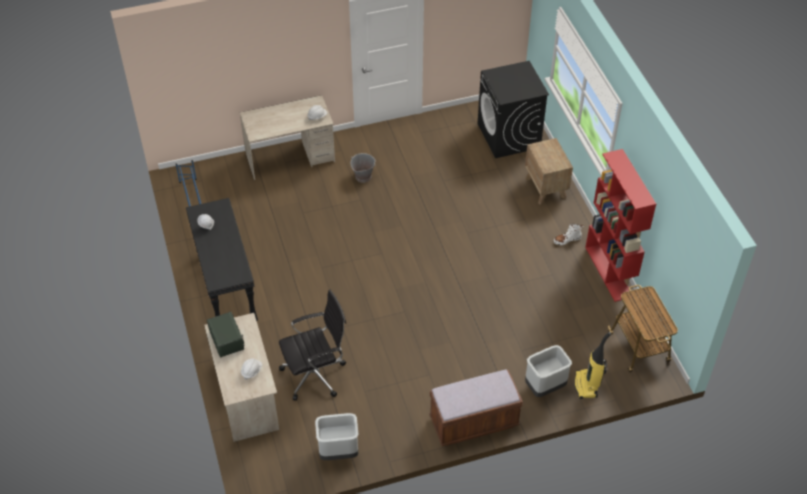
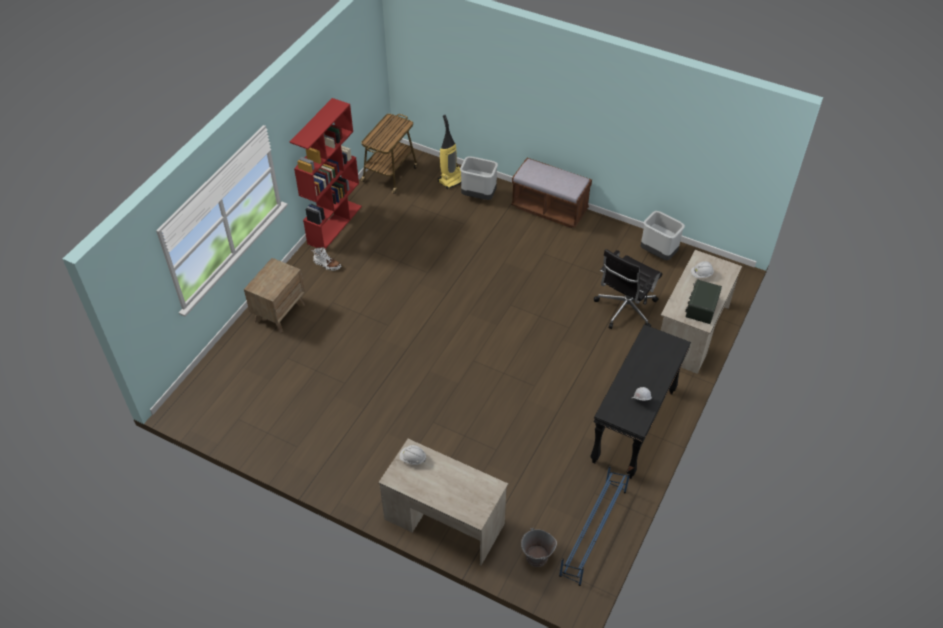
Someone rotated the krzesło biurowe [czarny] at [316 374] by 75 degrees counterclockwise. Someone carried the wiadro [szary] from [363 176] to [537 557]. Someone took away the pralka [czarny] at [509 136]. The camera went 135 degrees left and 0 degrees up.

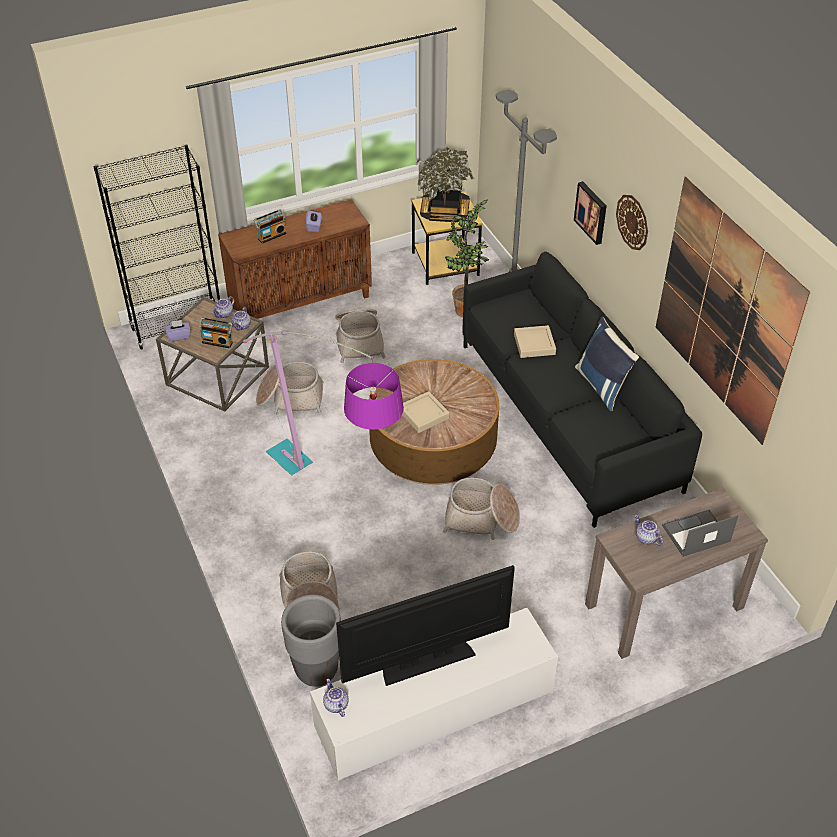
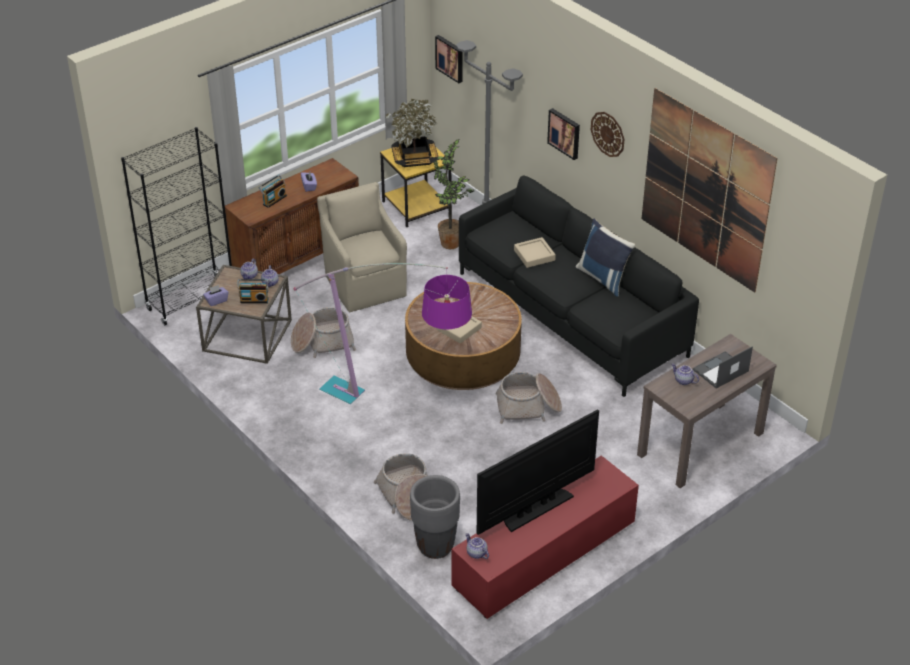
Someone repainted the szafka pod telewizor [biały] at [433 712], which became the szafka pod telewizor [czerwony] at [544 556]. Someone swapped the koszyk at [359 340] for the fotel [beżowy] at [365 284]. Someone put up the obraz at [450 58]. The camera went 15 degrees left and 5 degrees down.

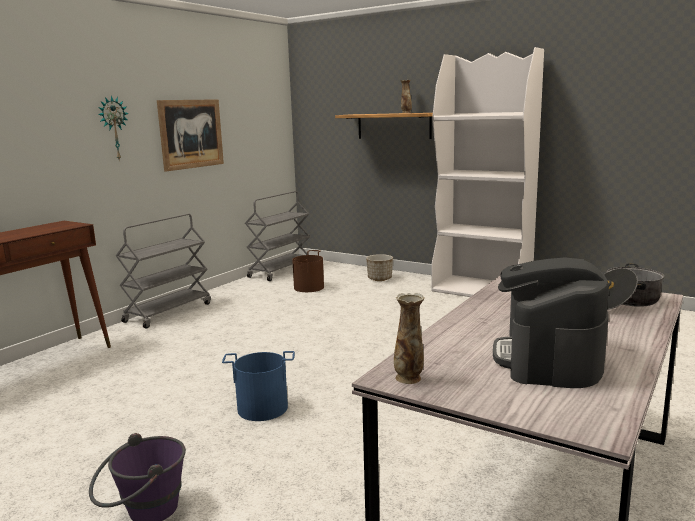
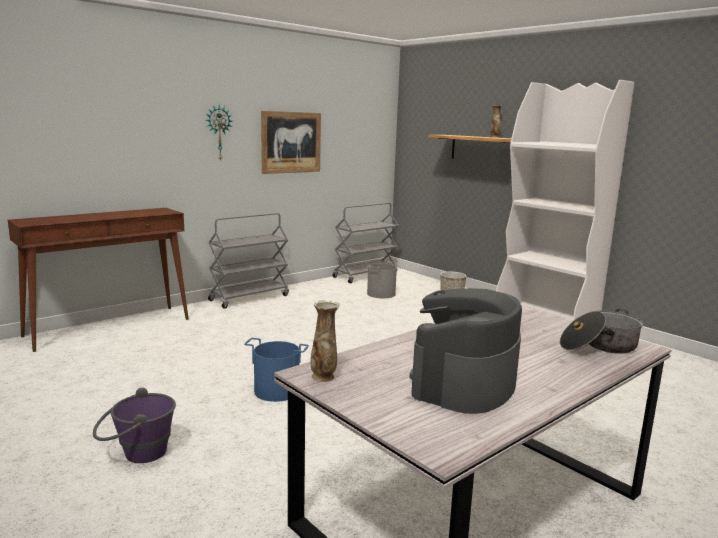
Someone repainted the wiadro [brązowy] at [309 287], which became the wiadro [szary] at [381 294]. The camera went 15 degrees right and 0 degrees up.

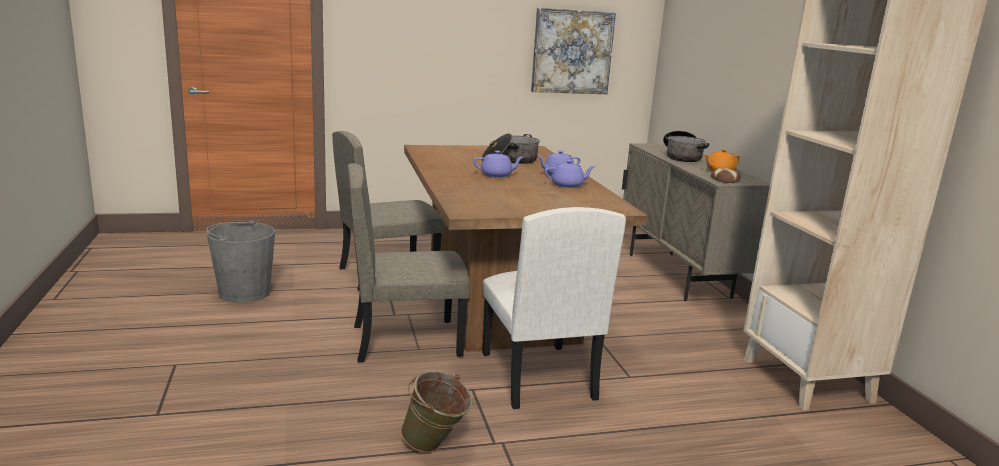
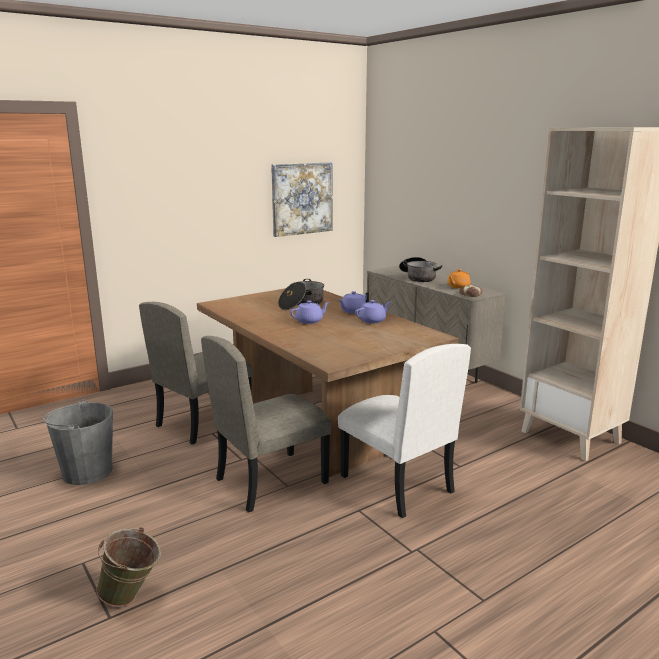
Someone carried the wiadro [zielony] from [435 447] to [132 597]. The camera went 20 degrees left and 0 degrees up.

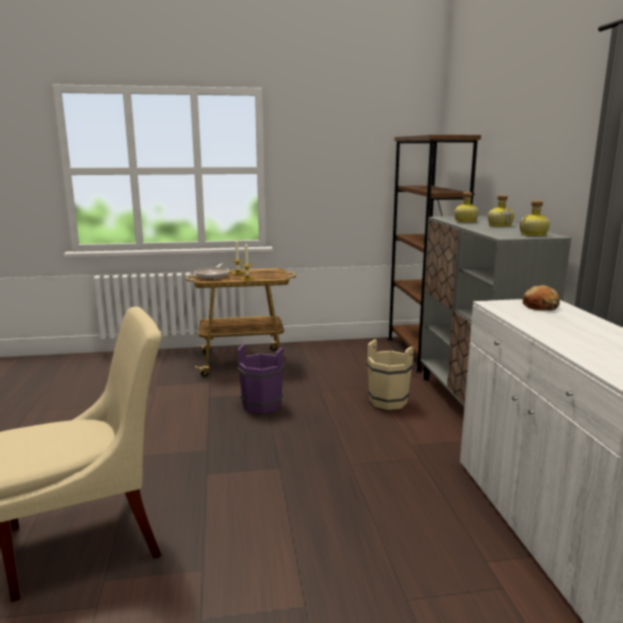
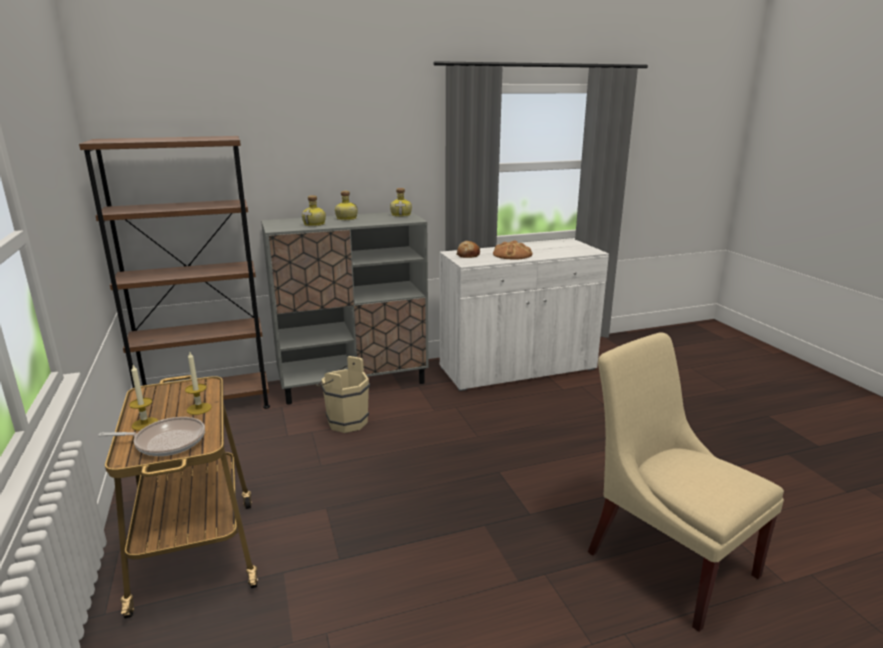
Someone took away the wiadro [fioletowy] at [263 404]. Someone put down the chleb at [512 255]. The camera went 100 degrees left and 5 degrees up.

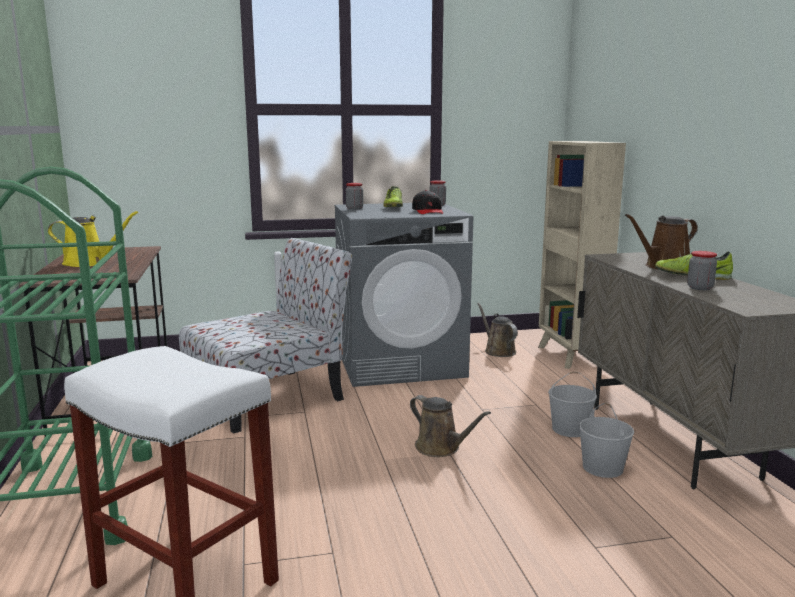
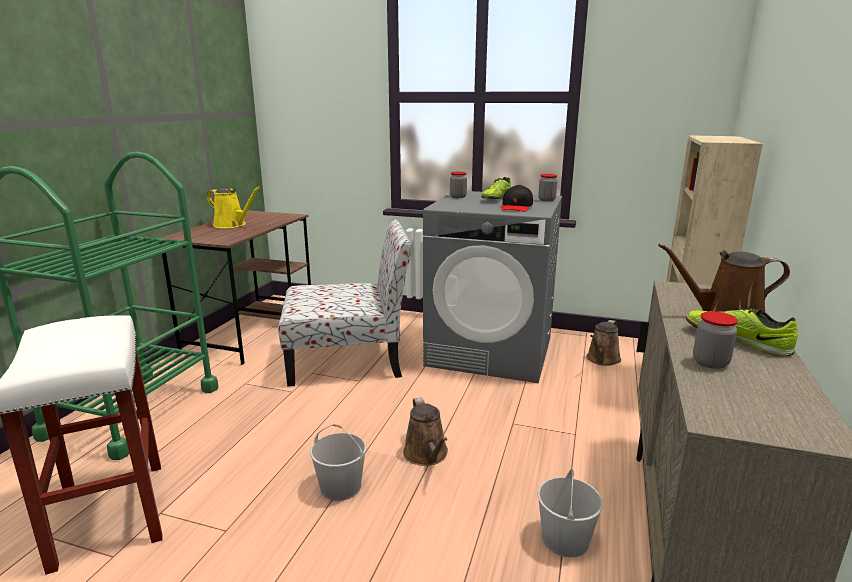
Someone rotated the konewka [brązowy] at [498 351] by 150 degrees counterclockwise. Someone carried the wiadro [biały] from [570 429] to [341 486]. The camera went 30 degrees right and 5 degrees up.

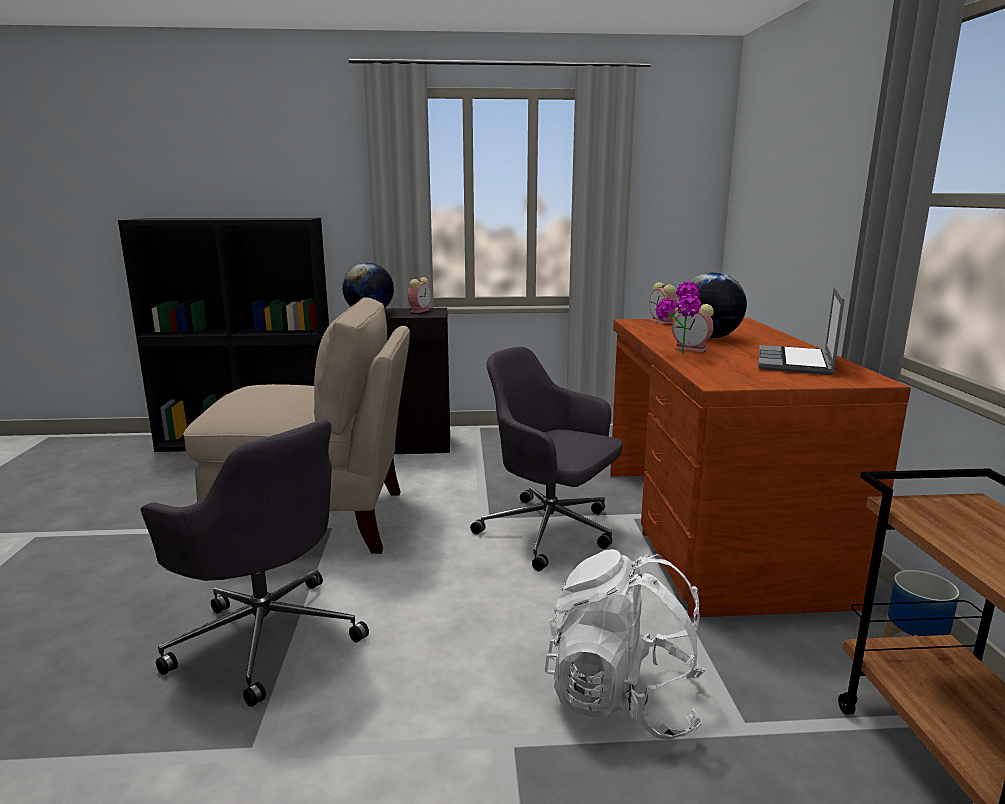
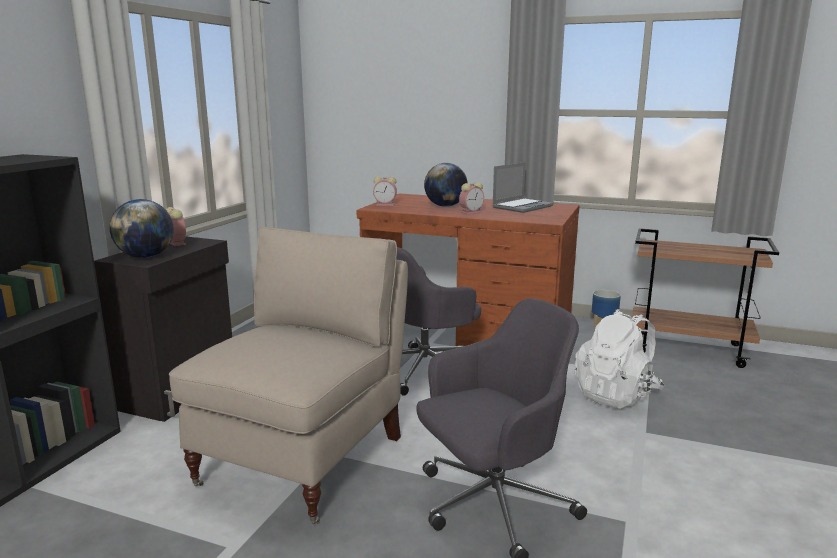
Someone took away the roślina doniczkowa at [677 356]. Someone rotated the laptop at [796 363] by 90 degrees counterclockwise. The camera went 65 degrees left and 0 degrees up.

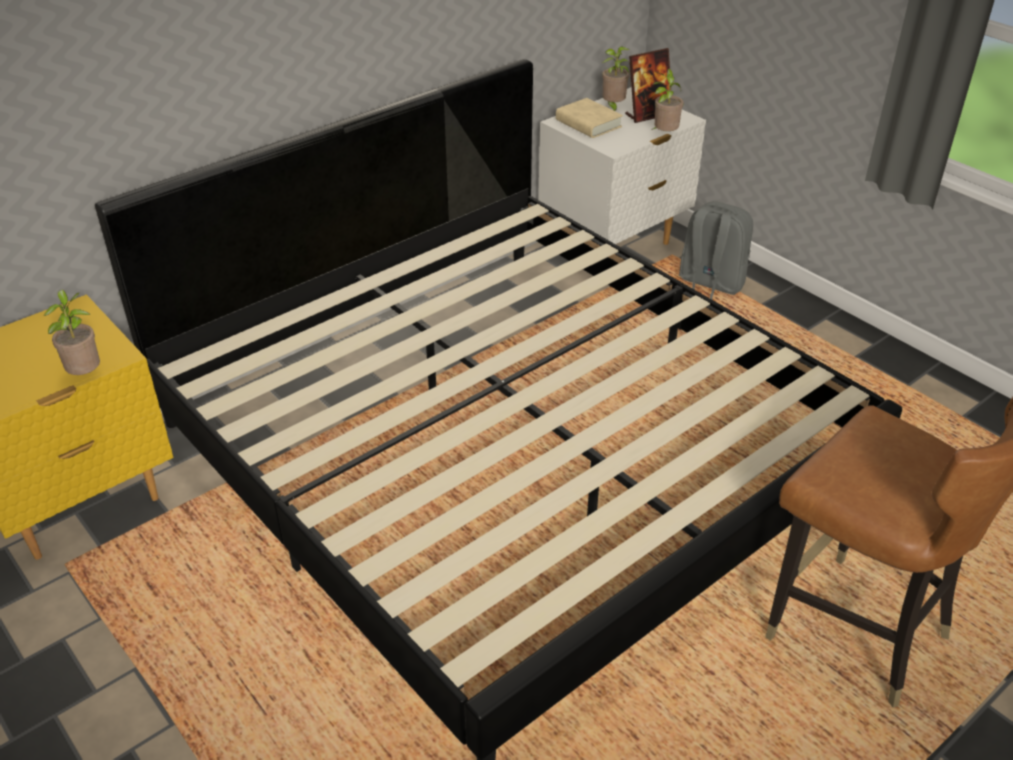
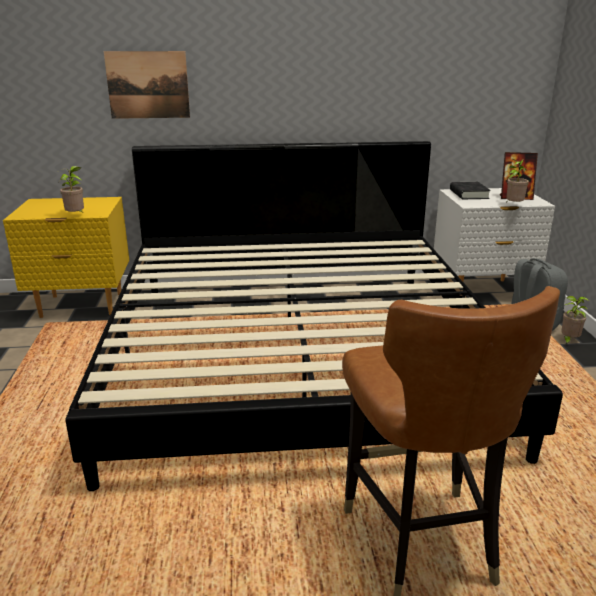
Someone repainted the książka [beżowy] at [588 123], which became the książka [czarny] at [468 194]. Someone carried the roślina doniczkowa from [613 107] to [568 340]. Someone put up the obraz at [148 85]. The camera went 35 degrees right and 15 degrees down.

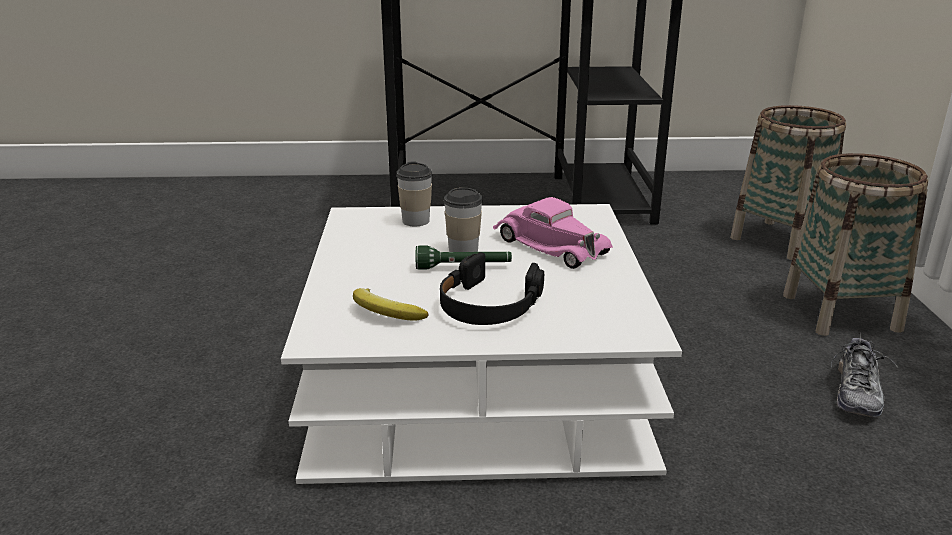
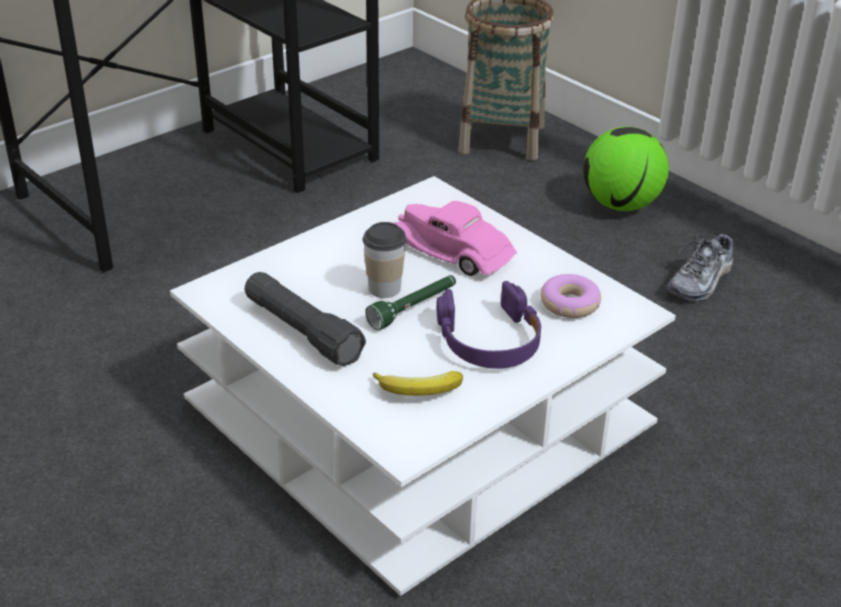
Someone took away the filiżanka at [416 221]. Someone repainted the słuchawki [czarny] at [488 305], which became the słuchawki [fioletowy] at [490 340]. Someone rotated the samochodzik [różowy] at [549 245] by 150 degrees counterclockwise. Someone swapped the koszyk at [841 312] for the piłka futbolowa at [621 204]. Someone rotated the but at [856 393] by 60 degrees clockwise. Someone put down the latarka [czarny] at [302 332]. Someone put down the donut at [569 304]. The camera went 40 degrees left and 10 degrees up.

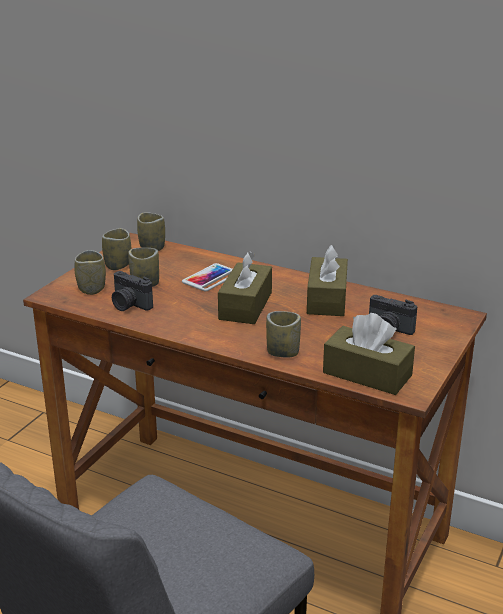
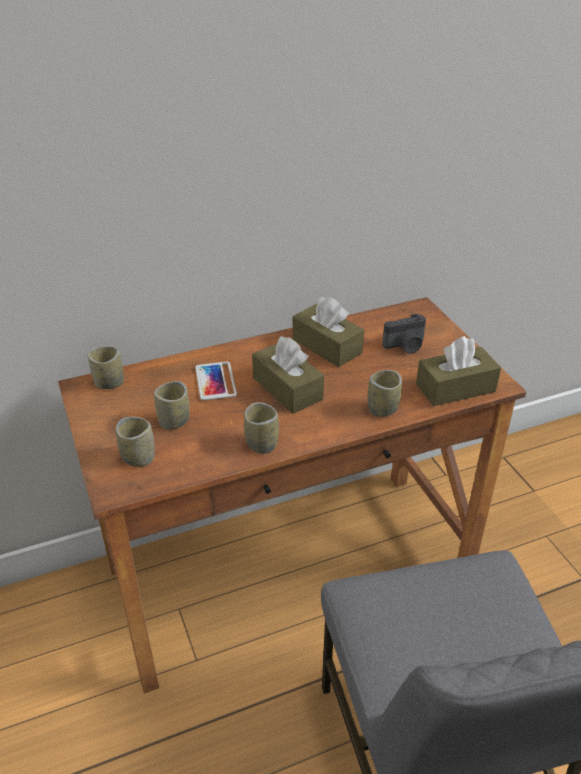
Someone carried the filiżanka from [118 265] to [261 444]. Someone took away the aparat fotograficzny at [129 305]. The camera went 50 degrees left and 10 degrees up.

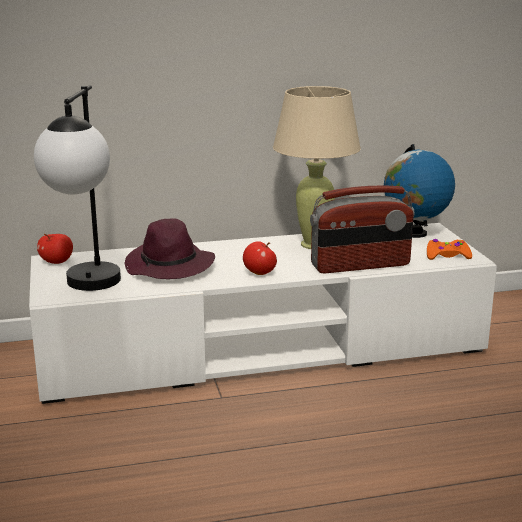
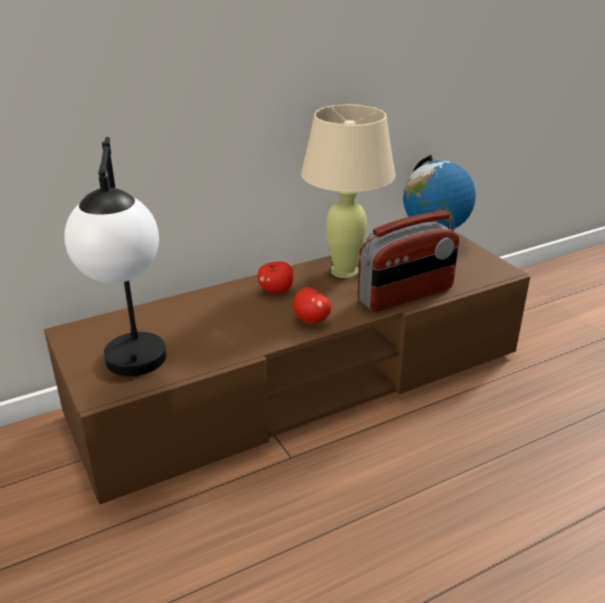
Someone repainted the szafka pod telewizor [biały] at [261 348], which became the szafka pod telewizor [brązowy] at [302 384]. Someone carried the jabłko from [57 262] to [276 290]. Someone took away the kapelusz [fioletowy] at [170 266]. Someone took away the pad do gier [pomarańczowy] at [447 256]. The camera went 15 degrees left and 10 degrees up.

